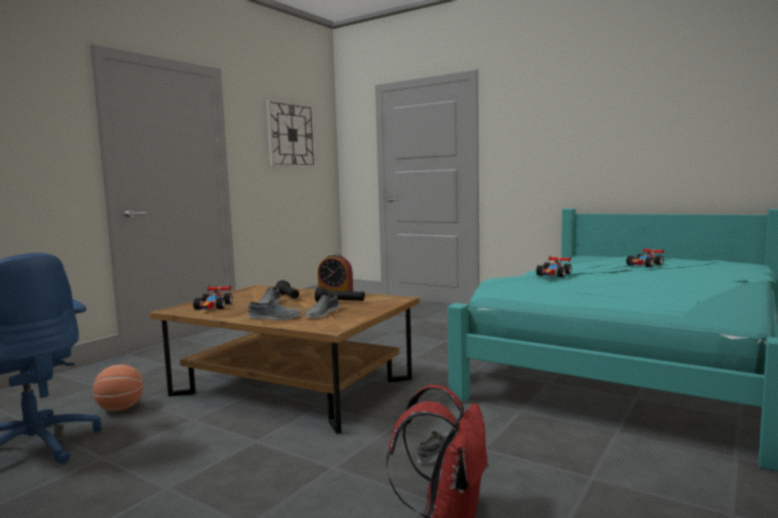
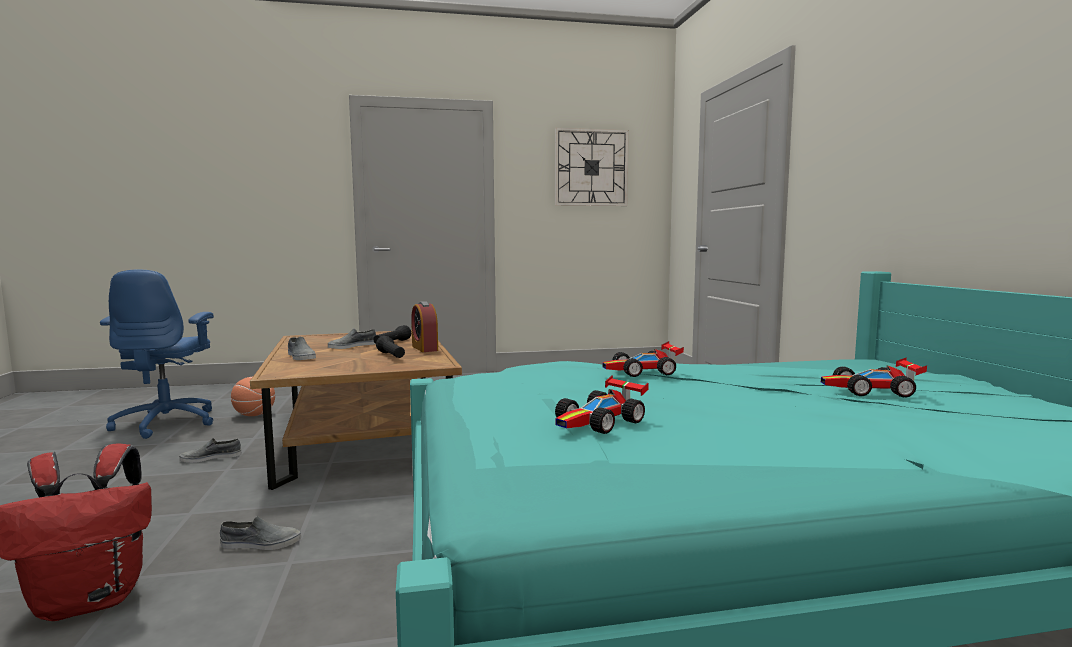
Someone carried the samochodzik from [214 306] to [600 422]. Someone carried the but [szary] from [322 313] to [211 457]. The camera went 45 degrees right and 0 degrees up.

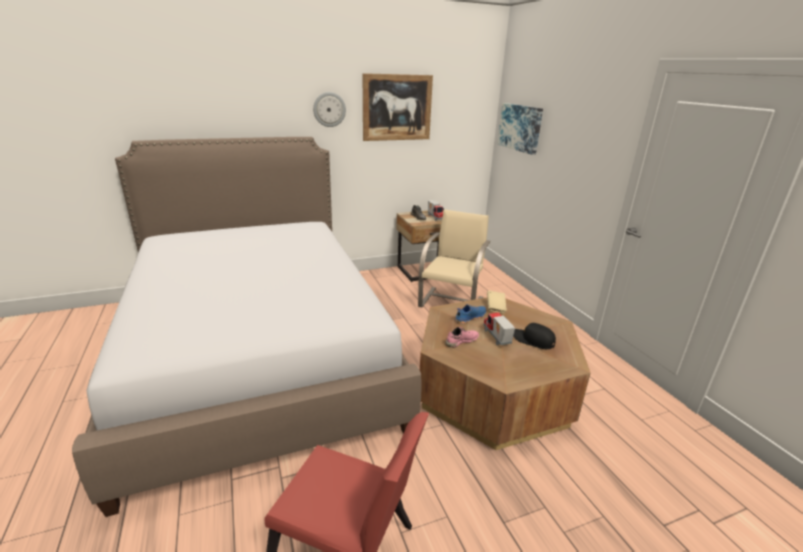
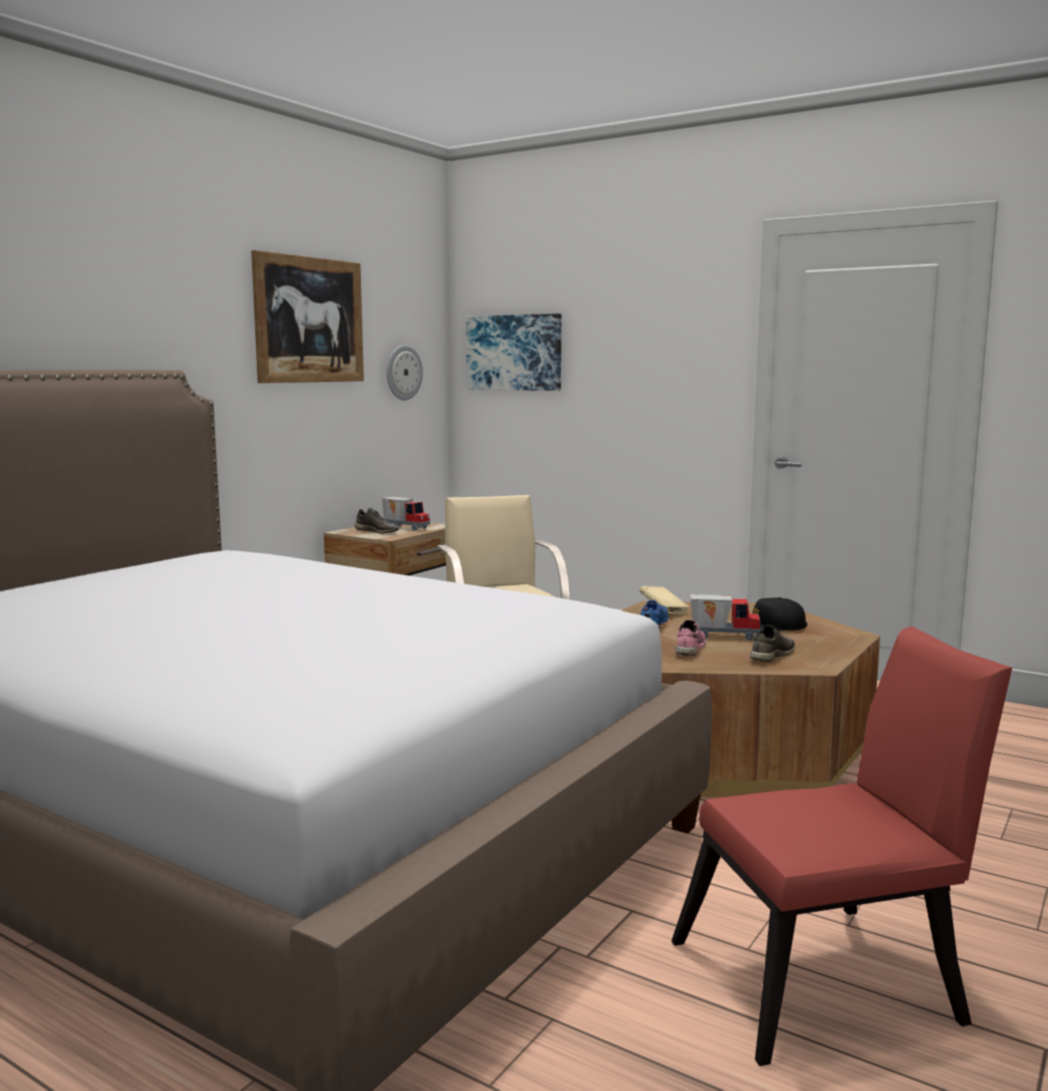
Someone carried the zegar ścienny from [329 109] to [403 372]. Someone rotated the ciężarówka zabawkowa at [496 337] by 150 degrees clockwise. Someone put down the but [szary] at [771 655]. The camera went 35 degrees left and 15 degrees down.

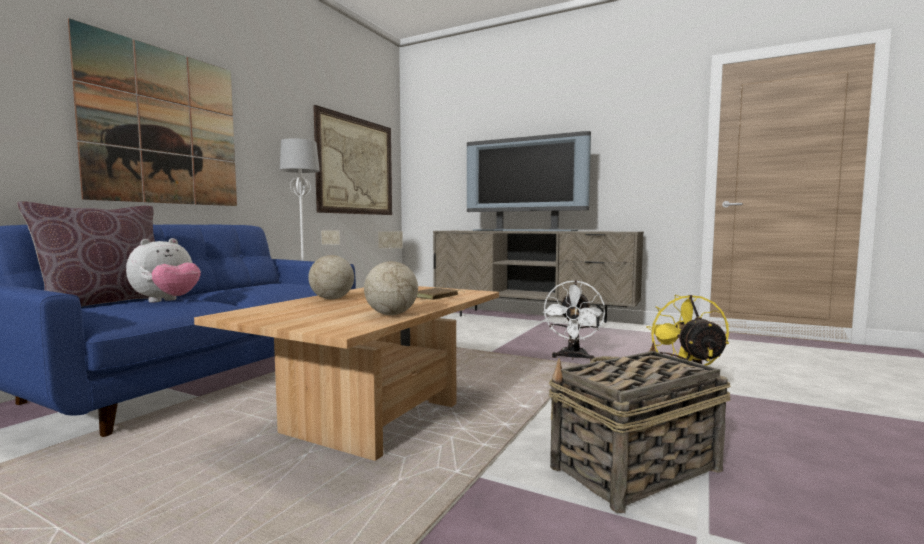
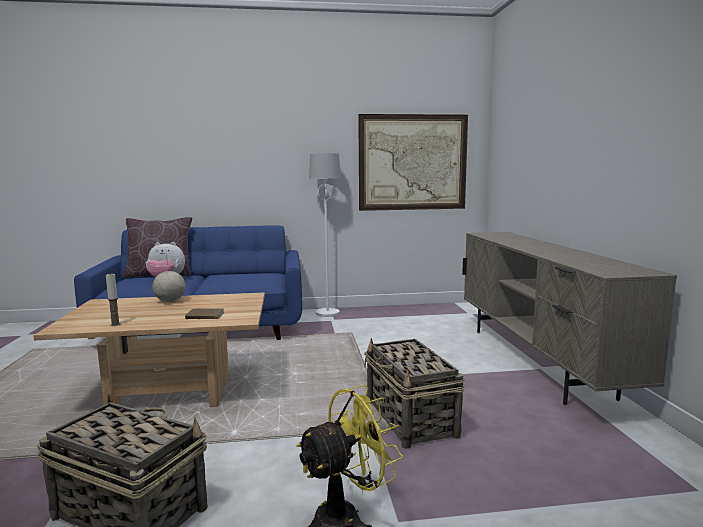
Someone took away the obraz at [164 127]. Someone swapped the globus at [390 314] for the świeca at [115 324]. Someone took away the telewizor at [525 230]. Someone swapped the wentylator [biały] at [573 358] for the koszyk at [411 419]. The camera went 55 degrees right and 5 degrees up.

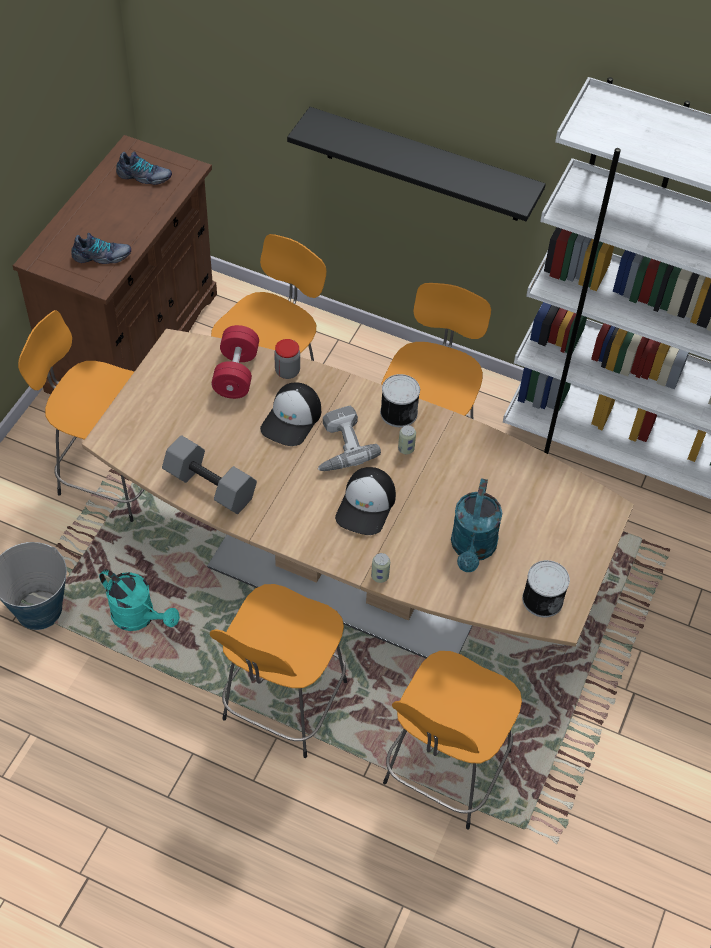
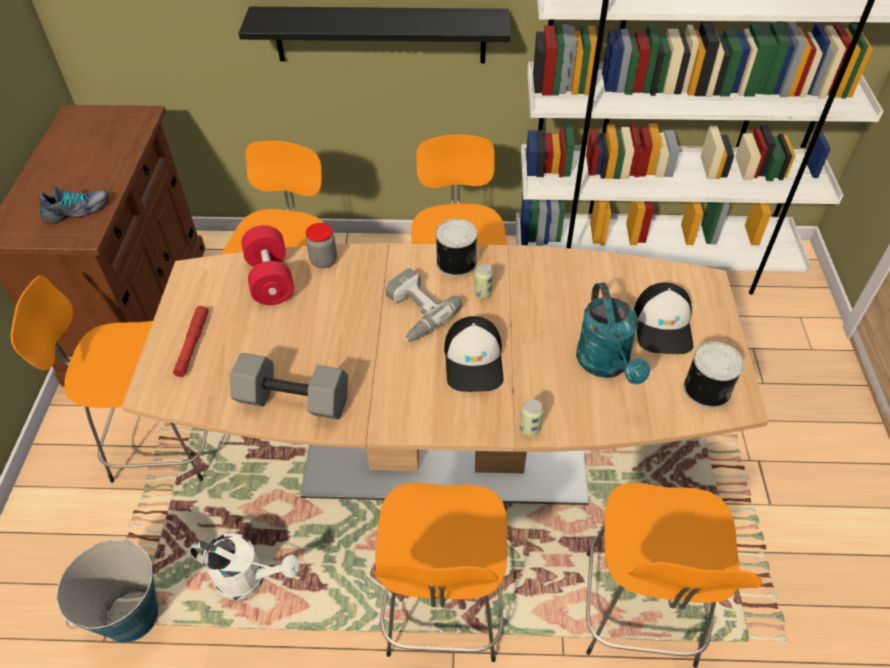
Someone repainted the konewka [turkusowy] at [139 618], which became the konewka [biały] at [249 579]. Someone took away the but at [144 177]. Someone carried the czapka z daszkiem from [292 419] to [663 326]. Someone put down the latarka [czerwony] at [192 344]. The camera went 20 degrees left and 5 degrees down.

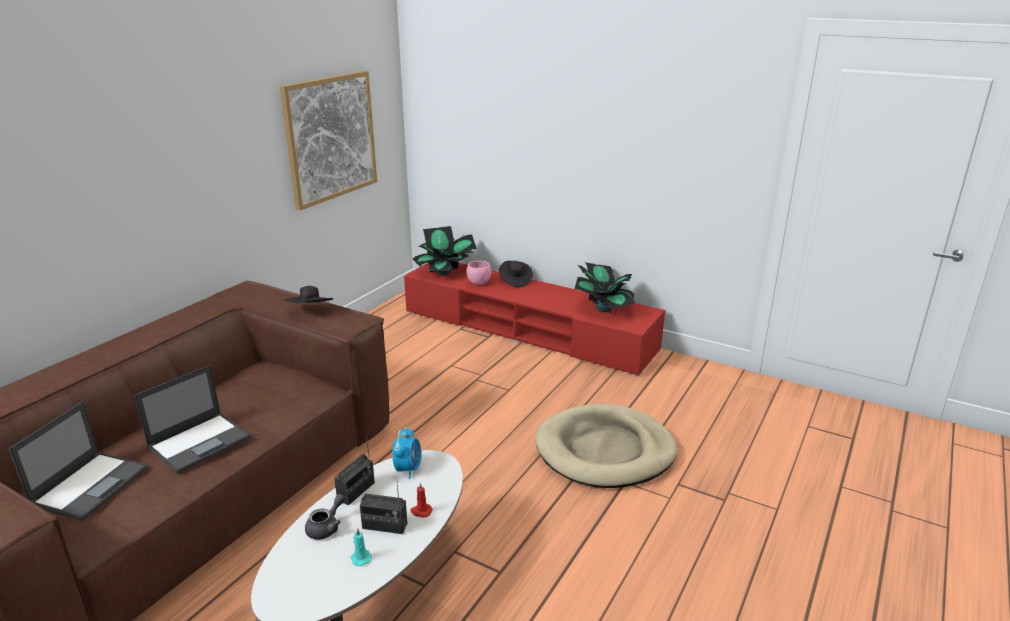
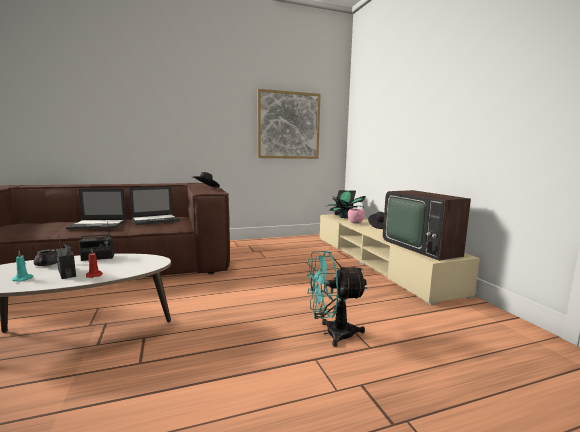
Someone carried the laptop from [91 485] to [155 220]. Someone took away the budzik at [408 469]. Someone repainted the szafka pod telewizor [czerwony] at [527 331], which became the szafka pod telewizor [beżowy] at [378 262]. Someone swapped the legowisko [beżowy] at [605 451] for the wentylator [turkusowy] at [332 333]. Someone swapped the roślina doniczkowa at [603 309] for the telewizor at [422 246]. The camera went 40 degrees right and 15 degrees down.

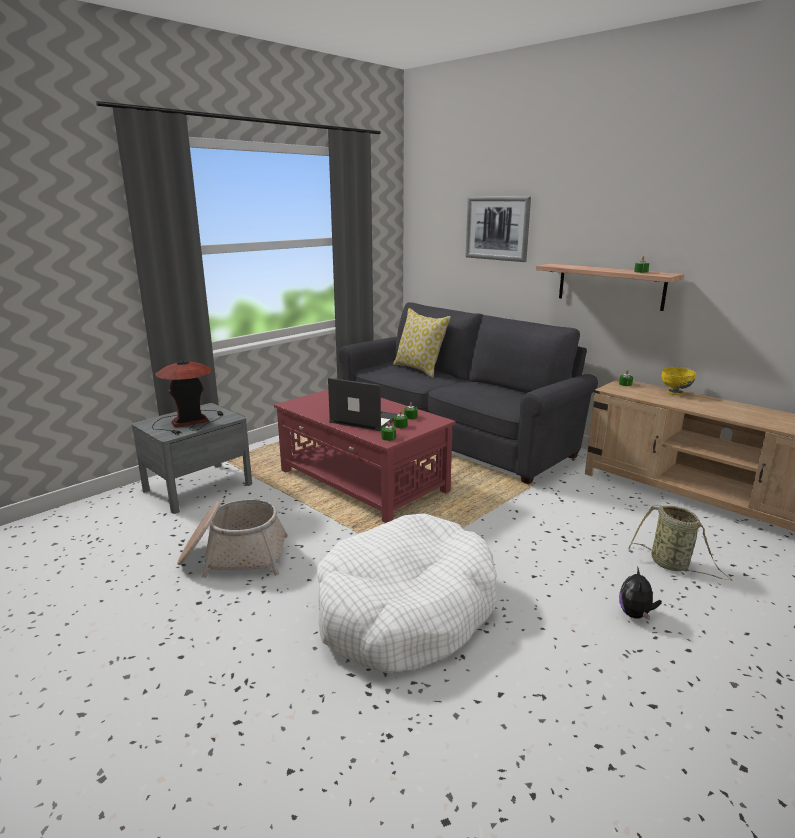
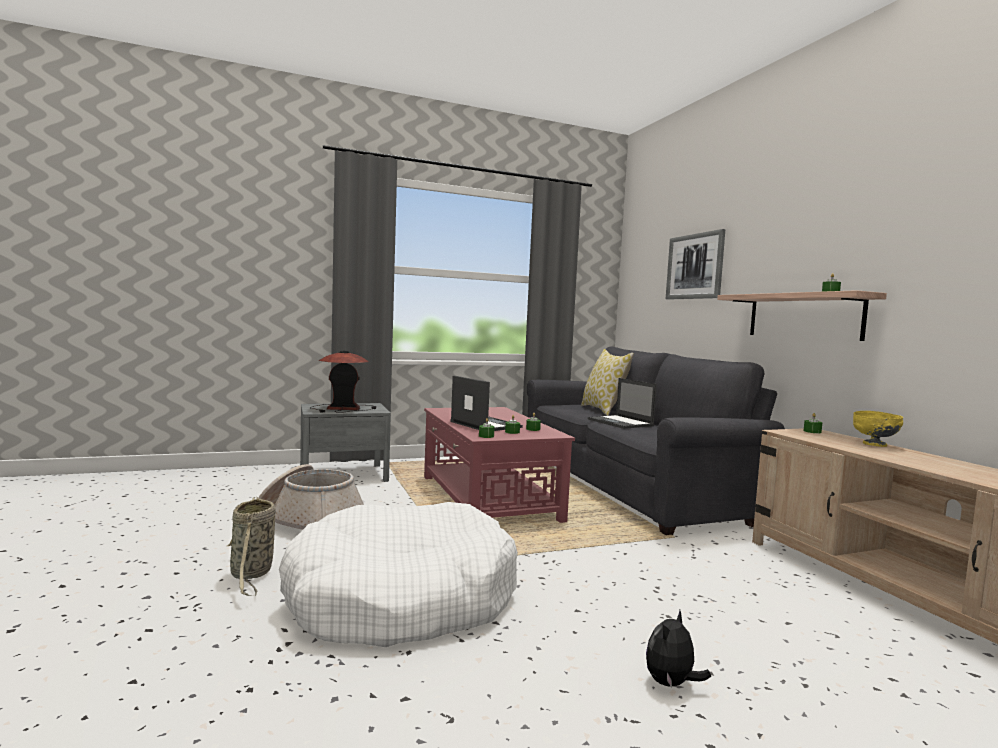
Someone carried the koszyk from [672 565] to [251 574]. Someone put down the laptop at [621 422]. The camera went 25 degrees right and 15 degrees down.

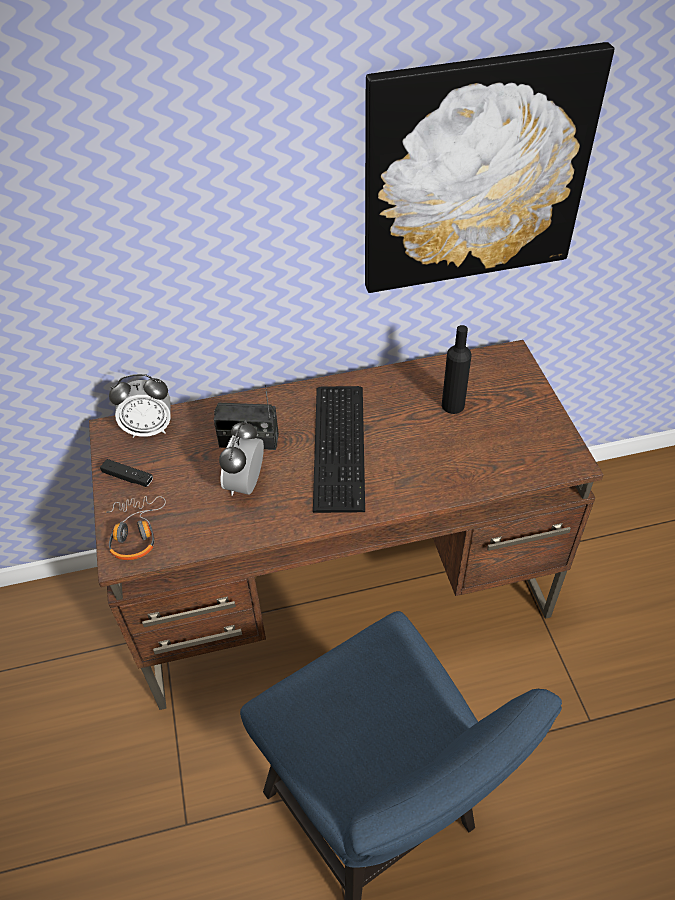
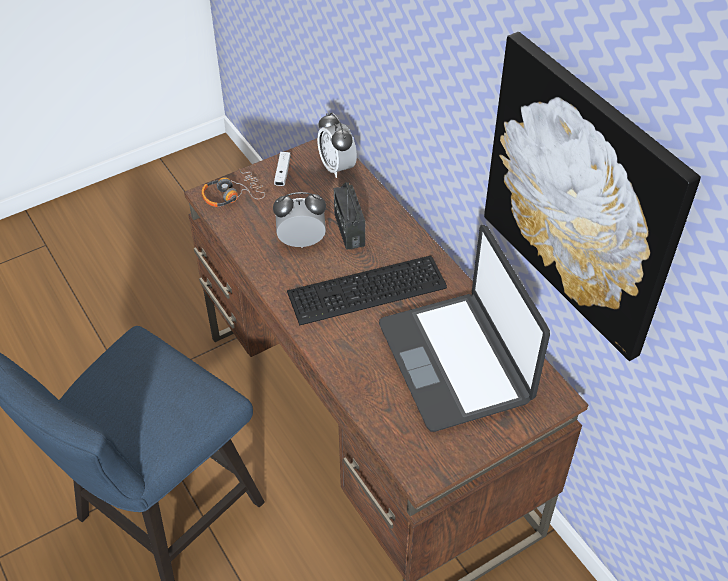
Someone repainted the pad do gier [czarny] at [128 477], which became the pad do gier [biały] at [282 173]. Someone swapped the butelka [czarny] at [453 405] for the laptop at [456 361]. The camera went 70 degrees right and 0 degrees up.

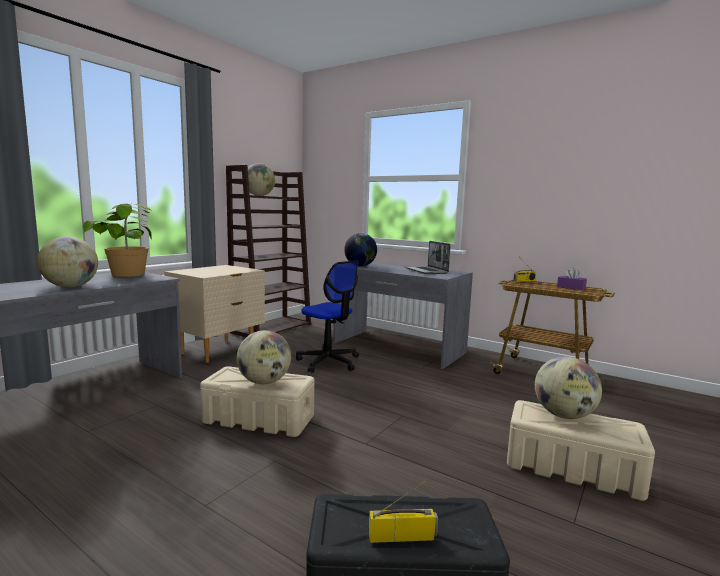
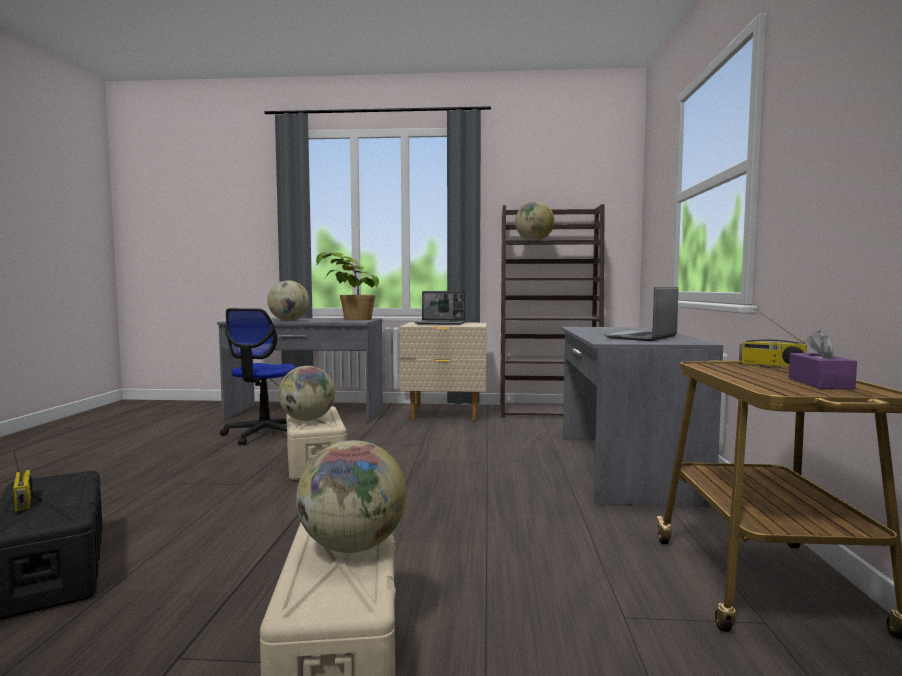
Someone carried the krzesło biurowe from [328 362] to [264 434]. Someone took away the globus at [360 266]. Someone put down the laptop at [441 324]. The camera went 60 degrees right and 5 degrees down.

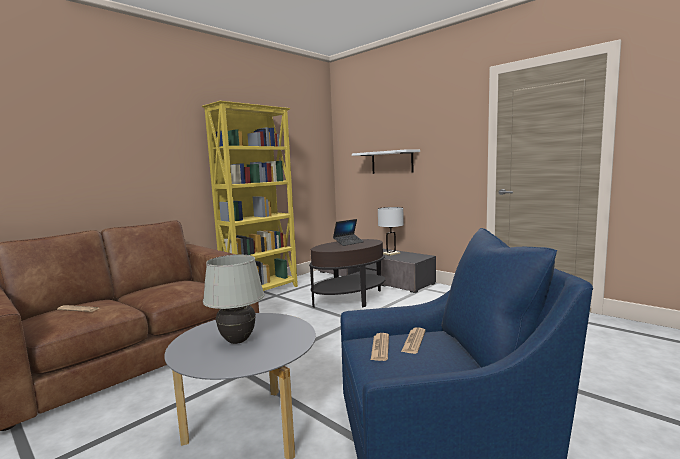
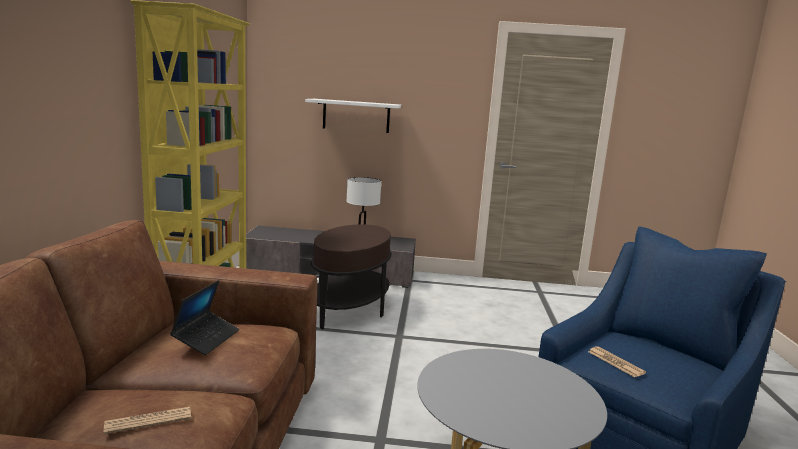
Someone took away the lampa stołowa [biały] at [238 341]. Someone carried the laptop from [348 242] to [206 338]. Someone took away the gazeta at [414 341]. The camera went 40 degrees left and 5 degrees up.

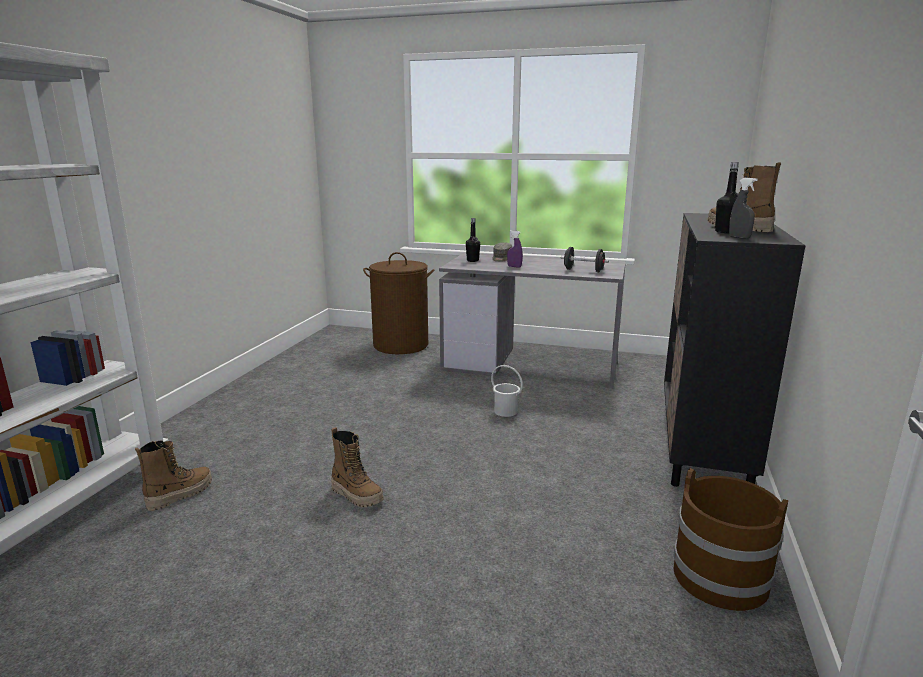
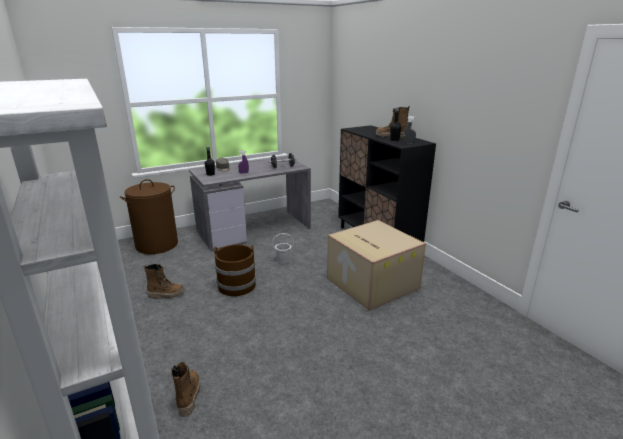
Someone carried the but z cholewką from [357 495] to [166 294]. Someone carried the wiadro [brązowy] from [721 577] to [237 285]. Someone put down the karton at [371 283]. The camera went 45 degrees left and 5 degrees up.

